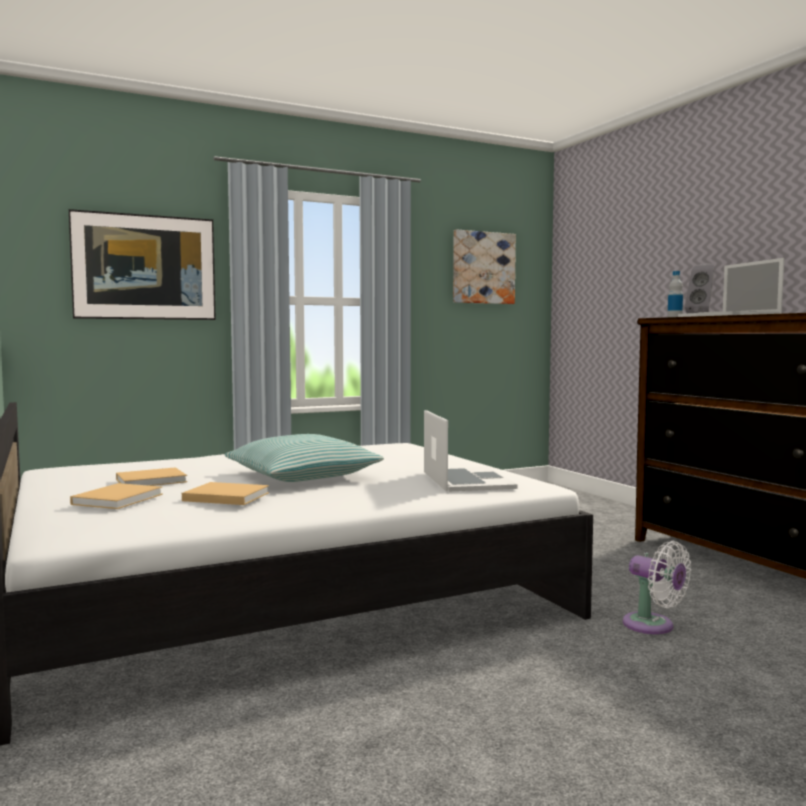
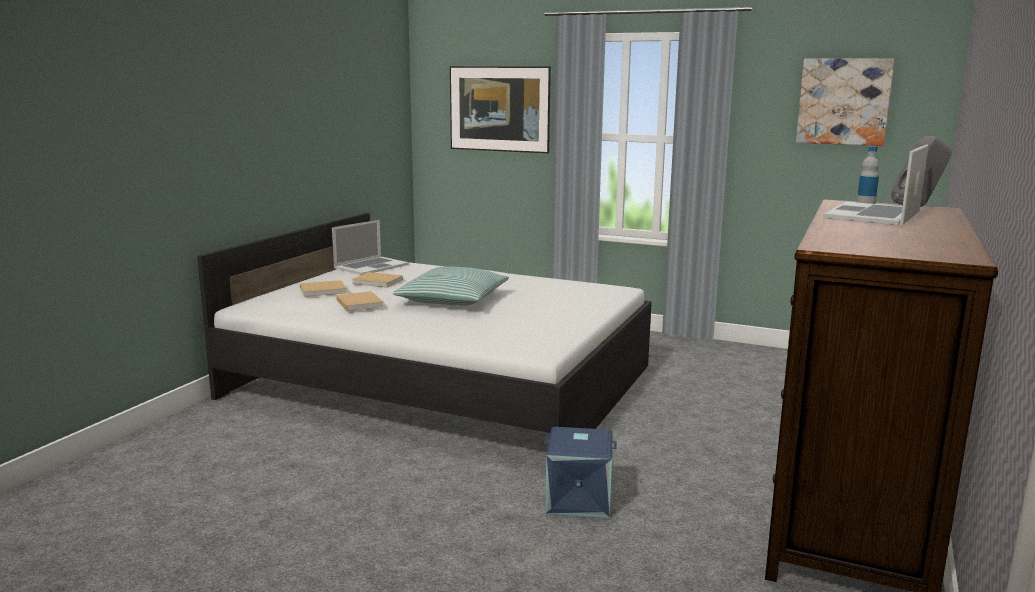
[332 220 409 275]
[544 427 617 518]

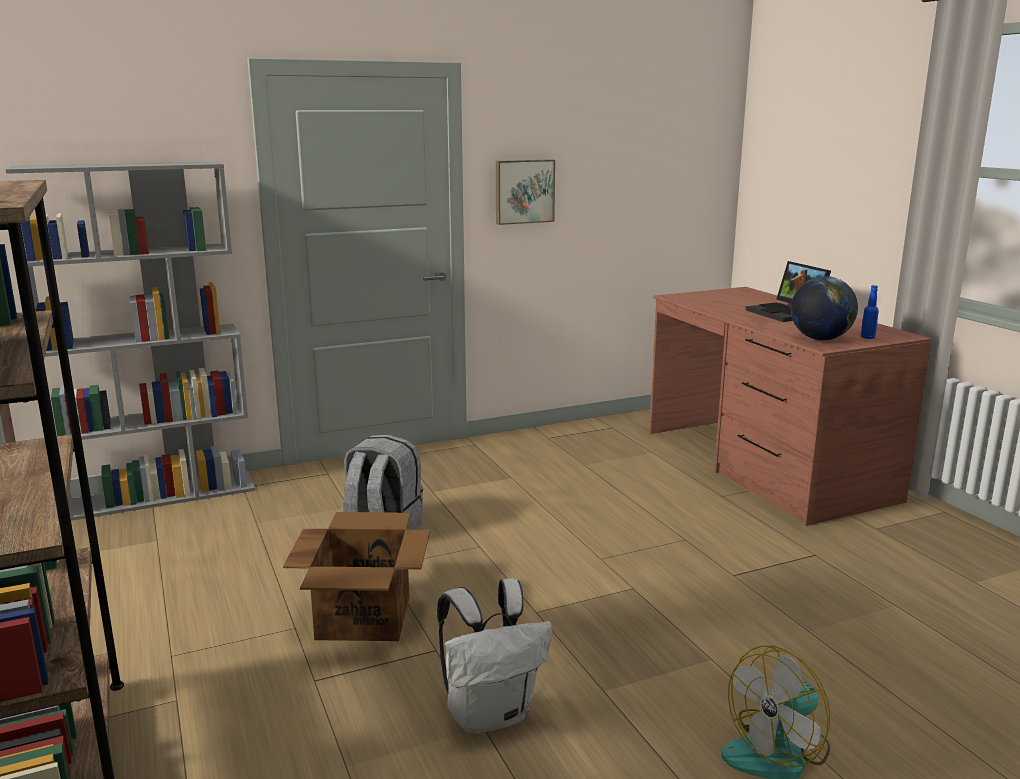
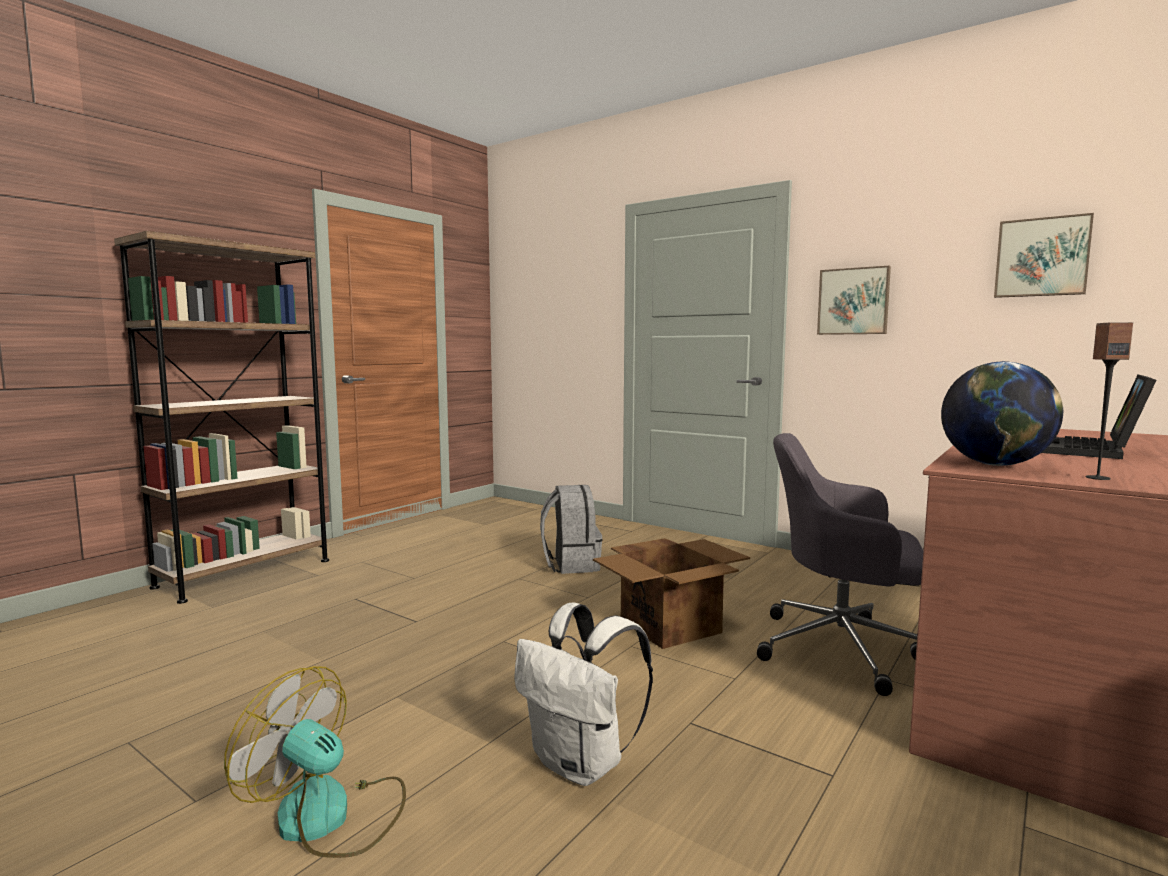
[5 161 255 521] (first image)
[1085 322 1133 480]
[593 538 750 649]
[514 602 653 786]
[994 213 1094 298]
[757 433 923 696]

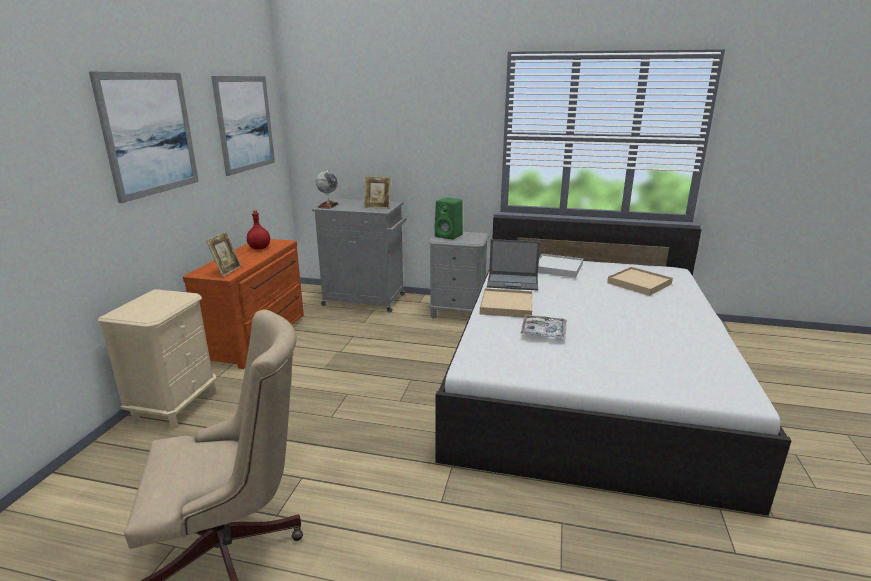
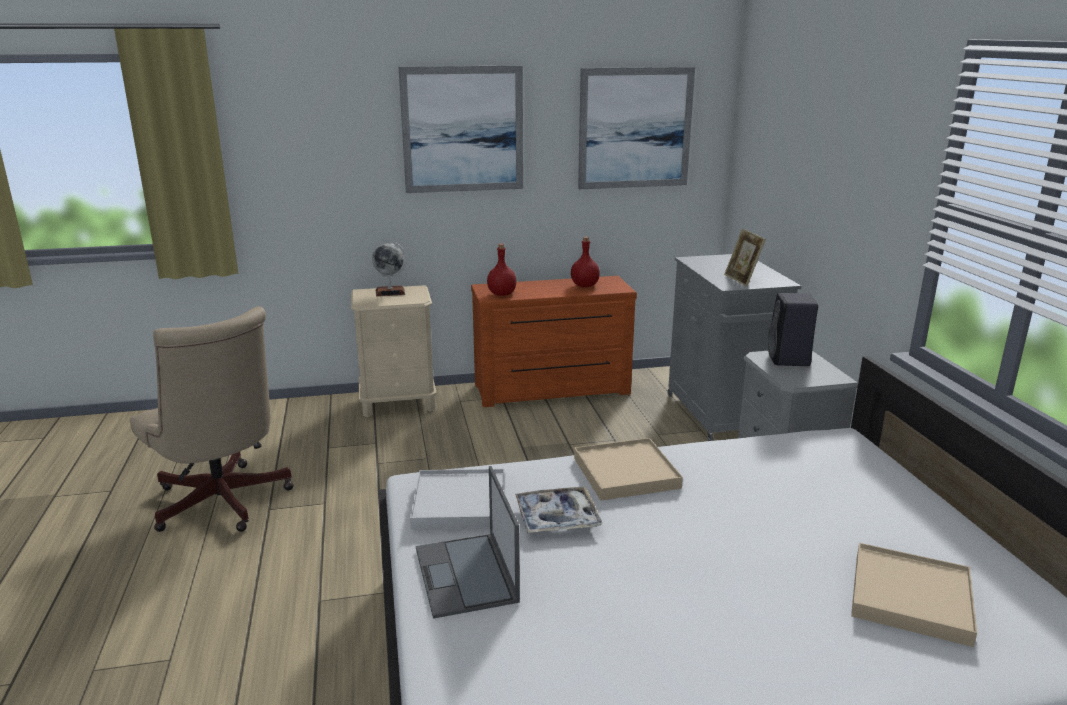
[372 242 407 296]
[768 293 818 366]
[487 244 517 296]
[416 466 520 619]
[410 469 505 530]

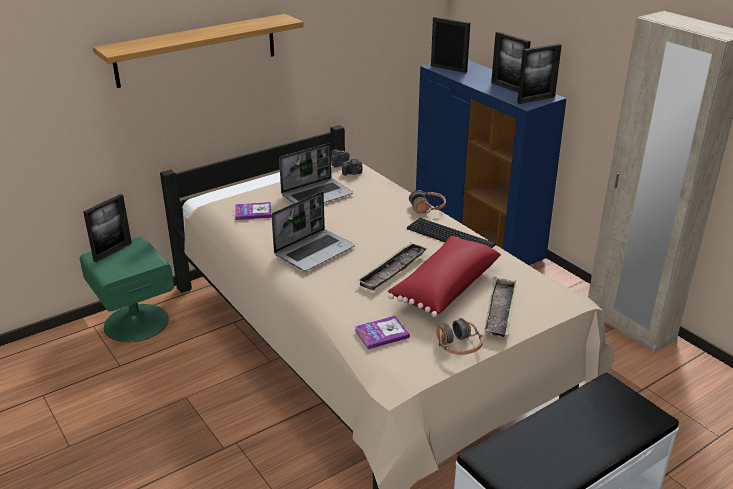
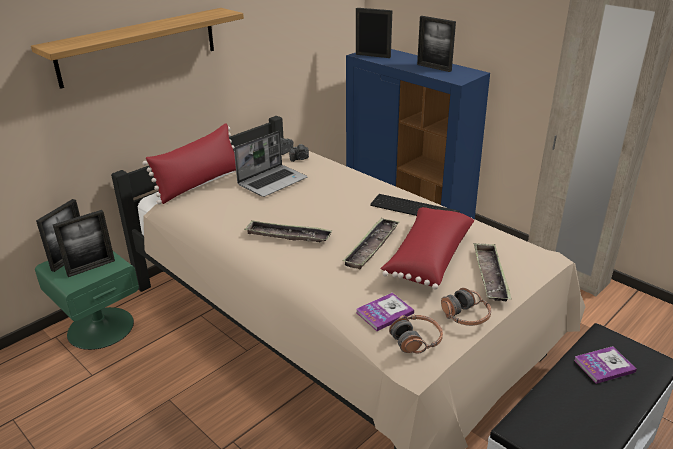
[53 210 115 277]
[389 315 443 353]
[244 221 332 242]
[574 346 637 384]
[142 123 236 204]

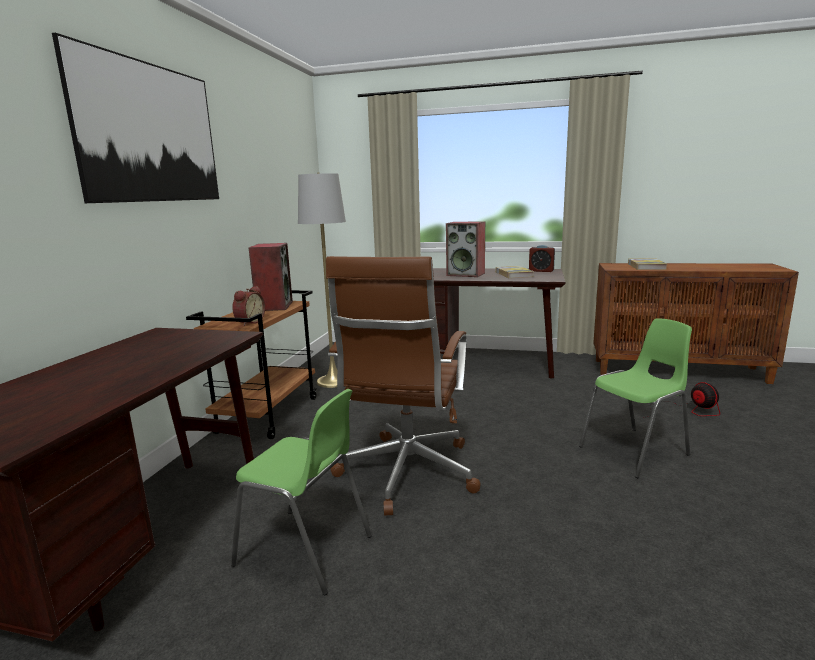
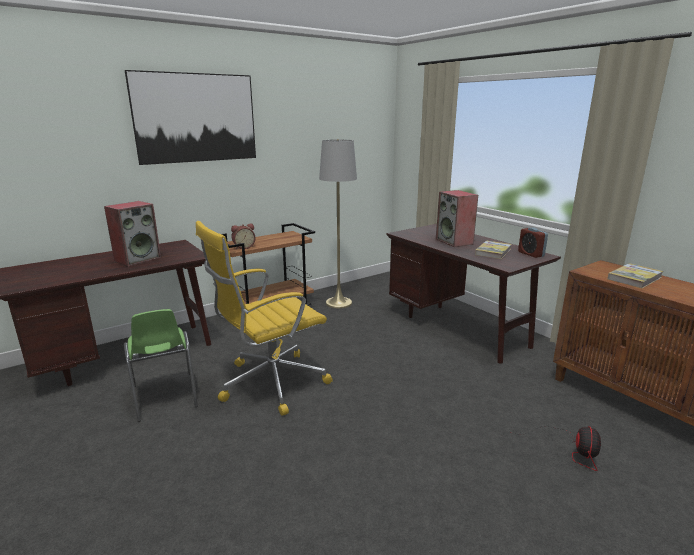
[104 201 161 267]
[196 221 333 415]
[579 319 692 478] (first image)

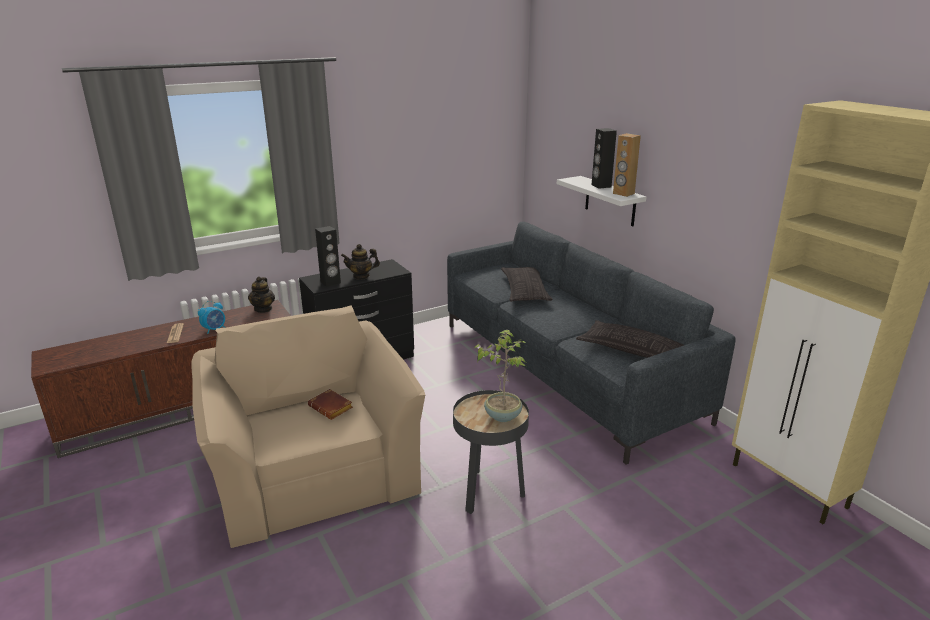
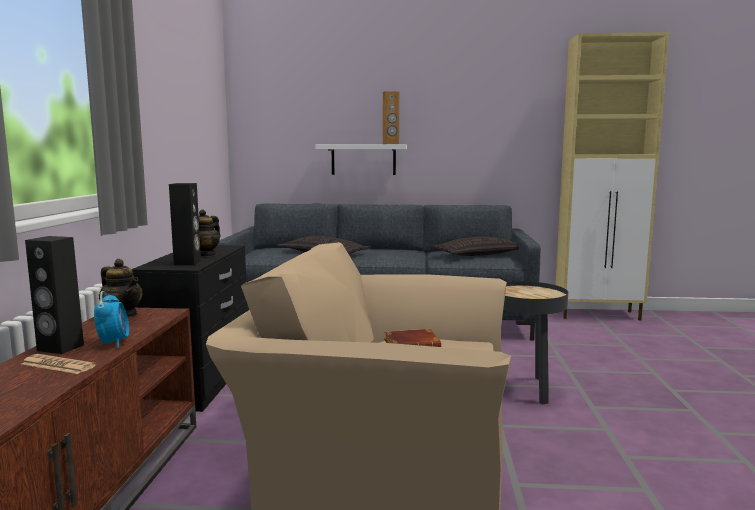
[25 236 84 354]
[473 330 526 422] (first image)

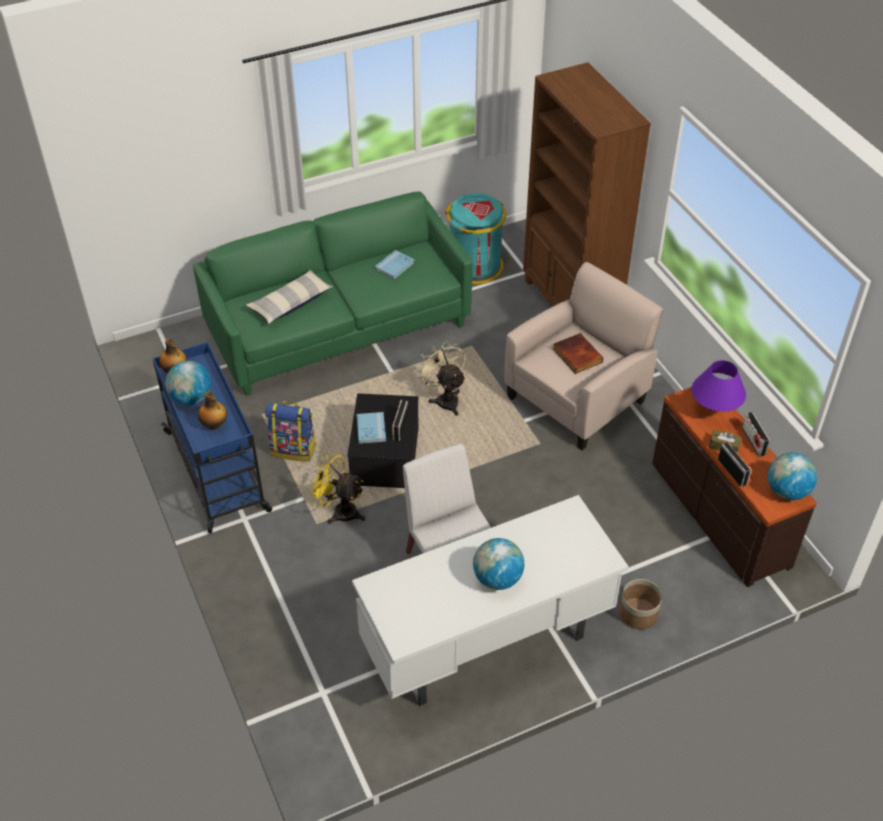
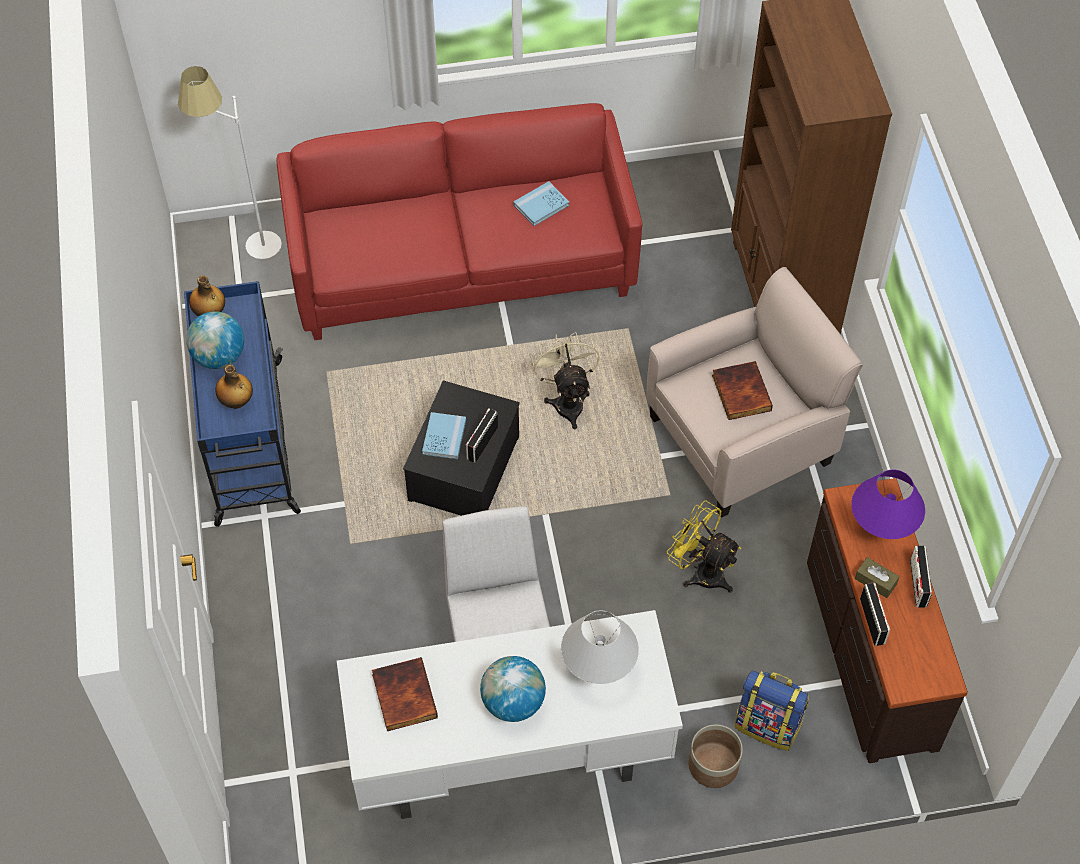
[277 103 643 340]
[445 193 506 284] (first image)
[246 270 333 324] (first image)
[735 670 809 751]
[667 501 741 593]
[768 452 817 500] (first image)
[178 66 282 260]
[561 610 639 684]
[372 657 438 731]

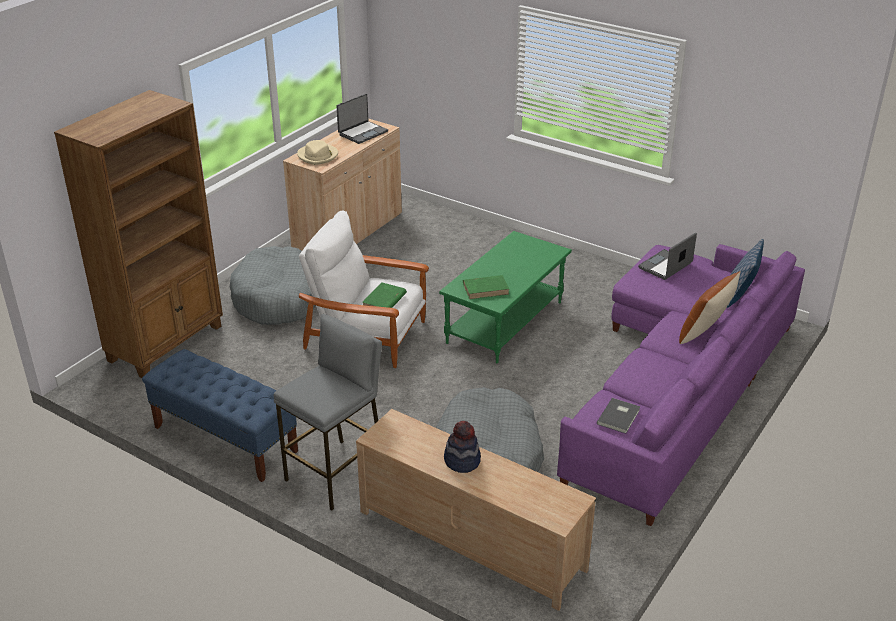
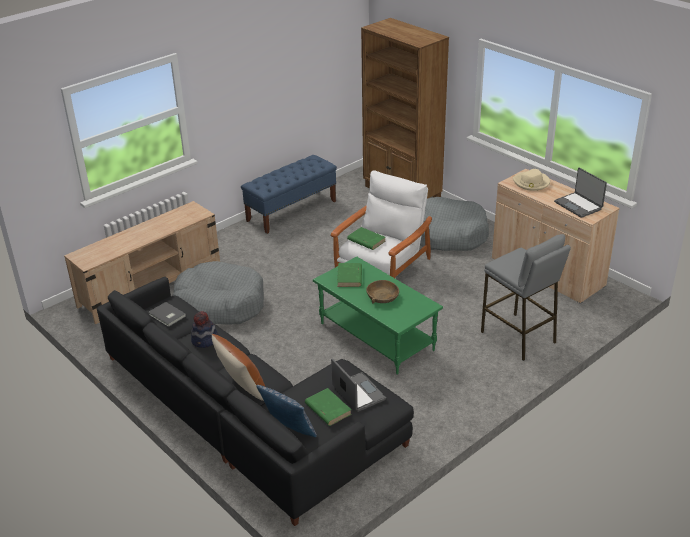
[97 277 414 526]
[481 234 571 361]
[191 311 219 348]
[366 280 399 304]
[305 388 352 426]

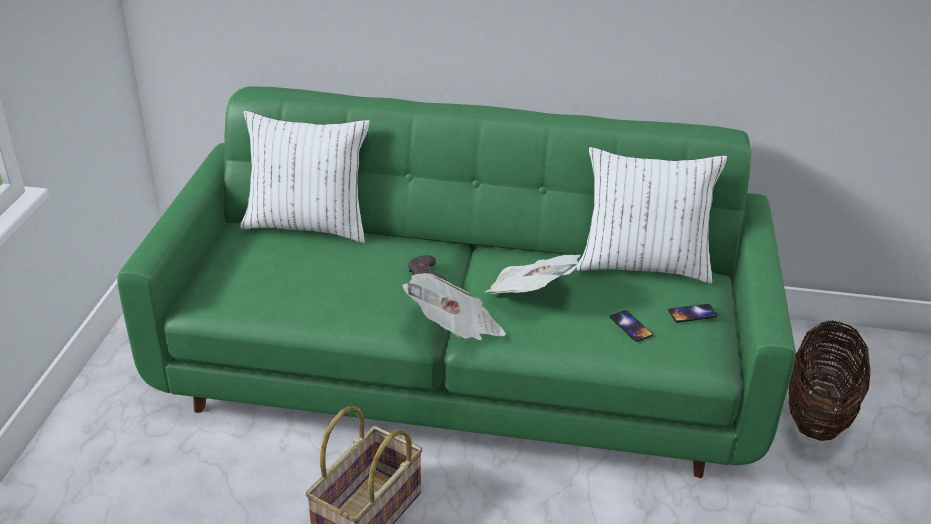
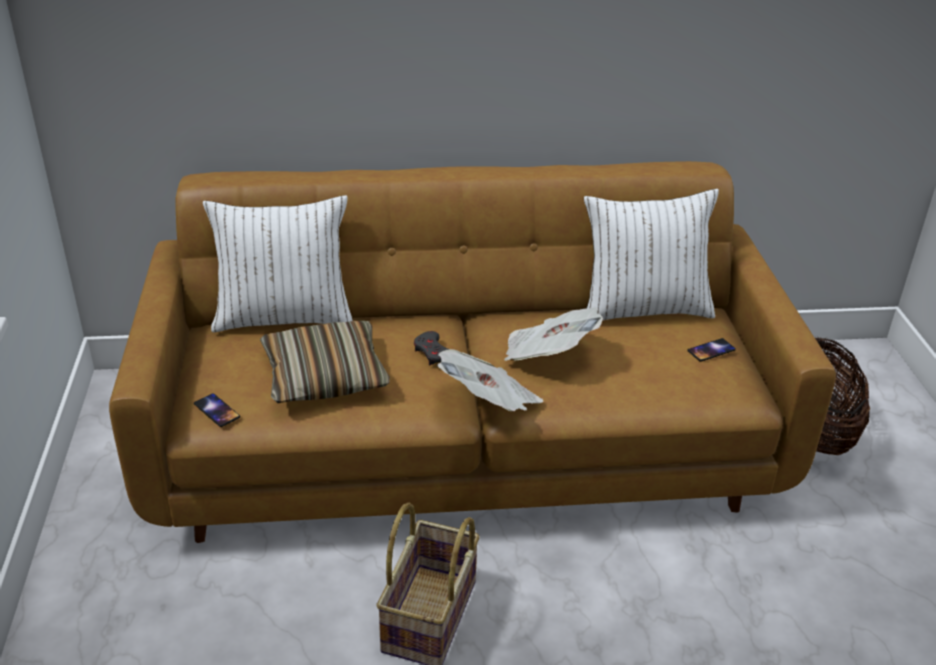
[109 161 836 543]
[194 393 240 427]
[260 321 390 403]

